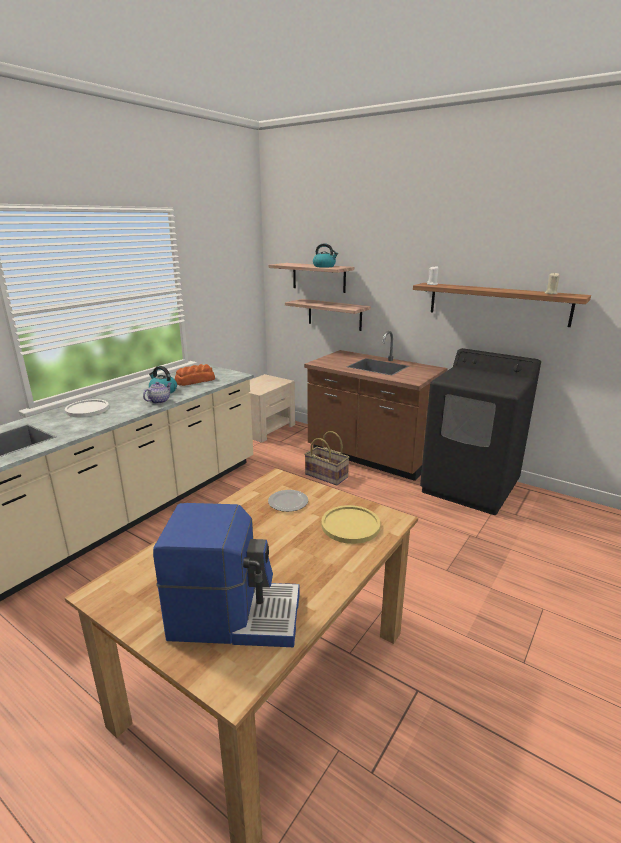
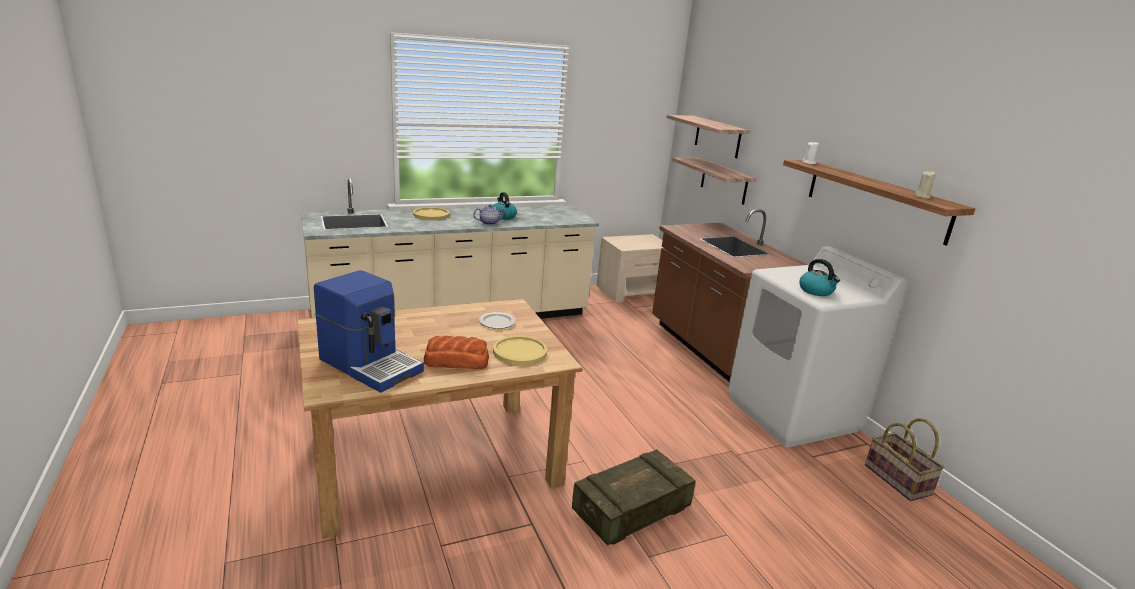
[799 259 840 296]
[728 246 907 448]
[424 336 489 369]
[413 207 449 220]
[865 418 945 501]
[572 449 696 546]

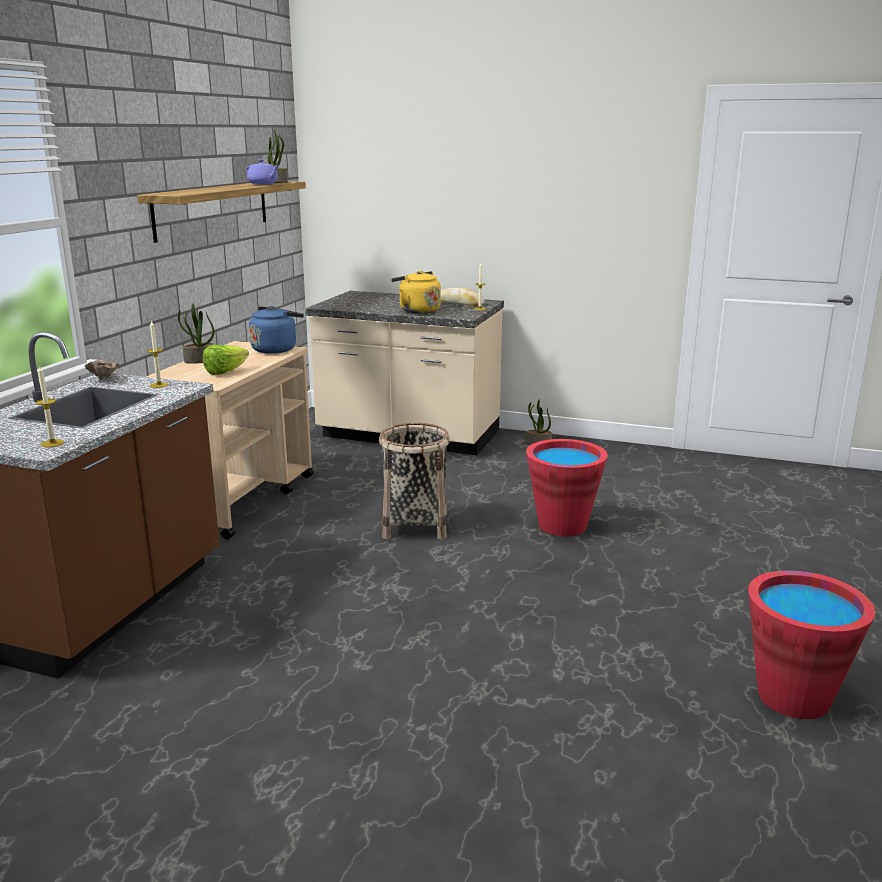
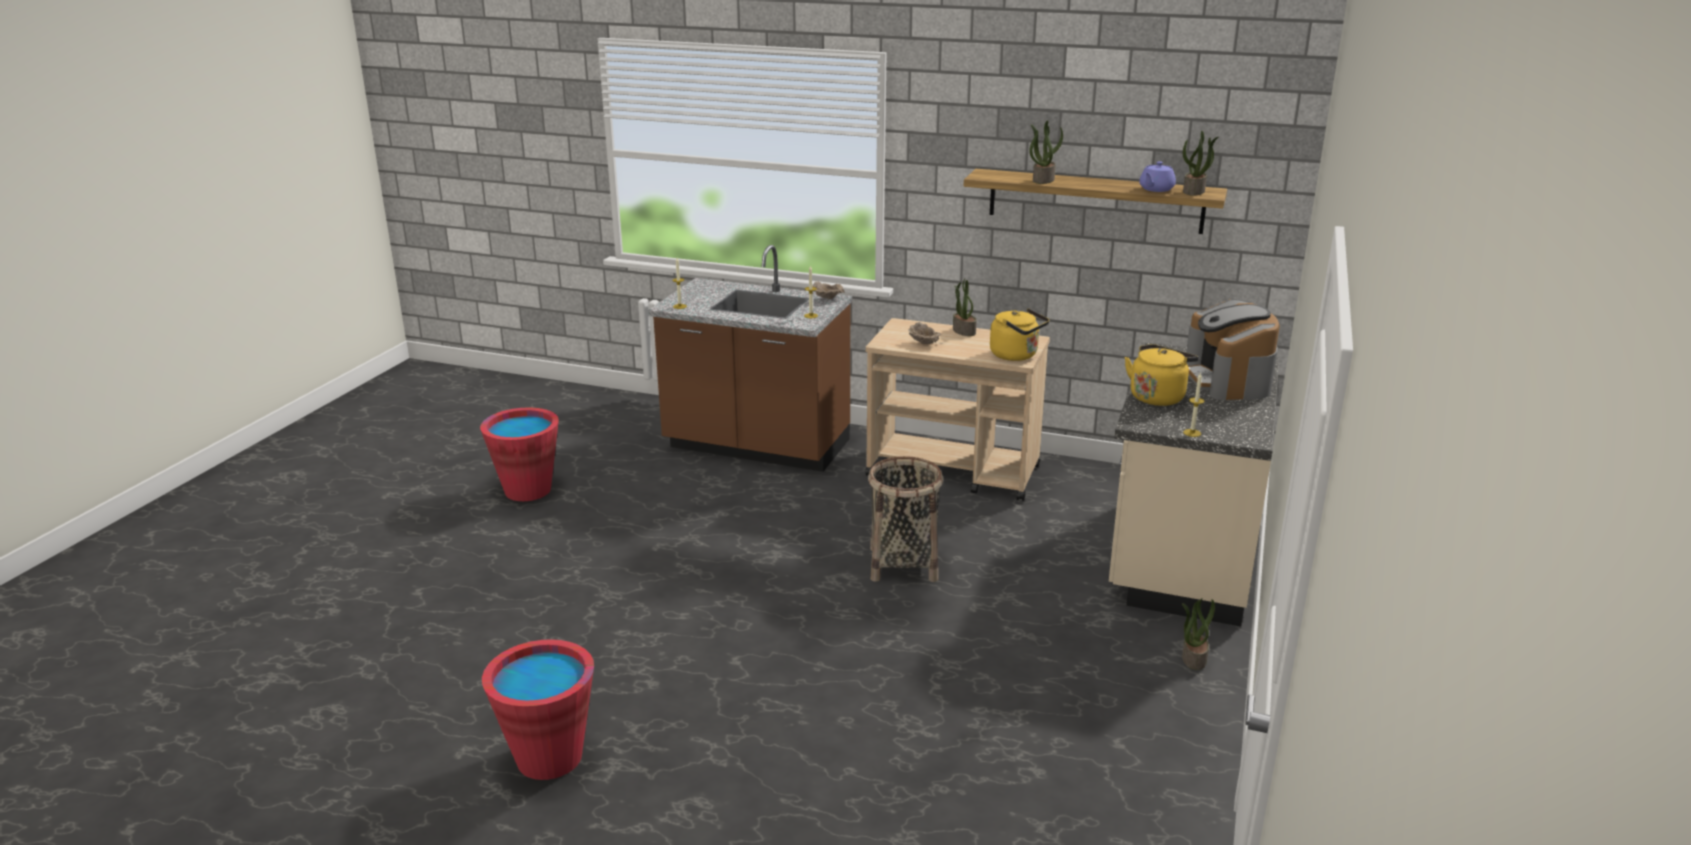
[441 287 484 306] (first image)
[990 308 1049 361]
[908 322 941 345]
[480 407 559 501]
[1029 120 1063 184]
[1186 299 1280 400]

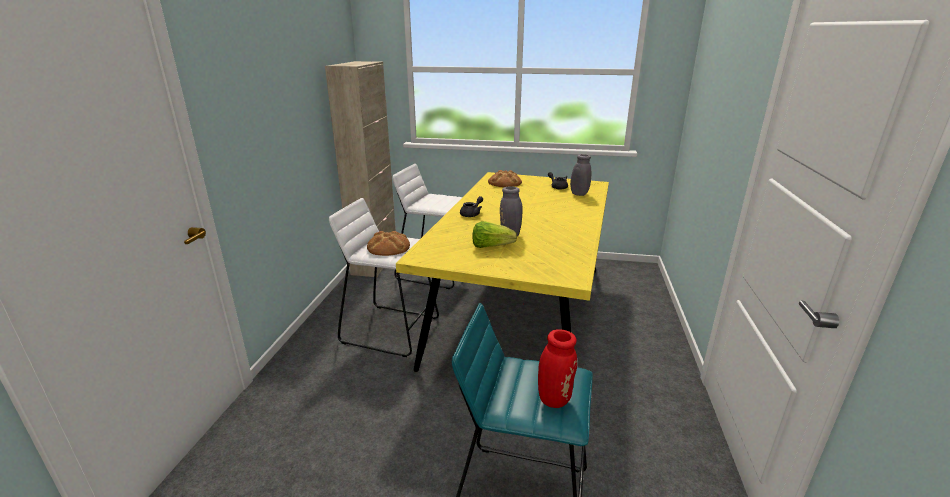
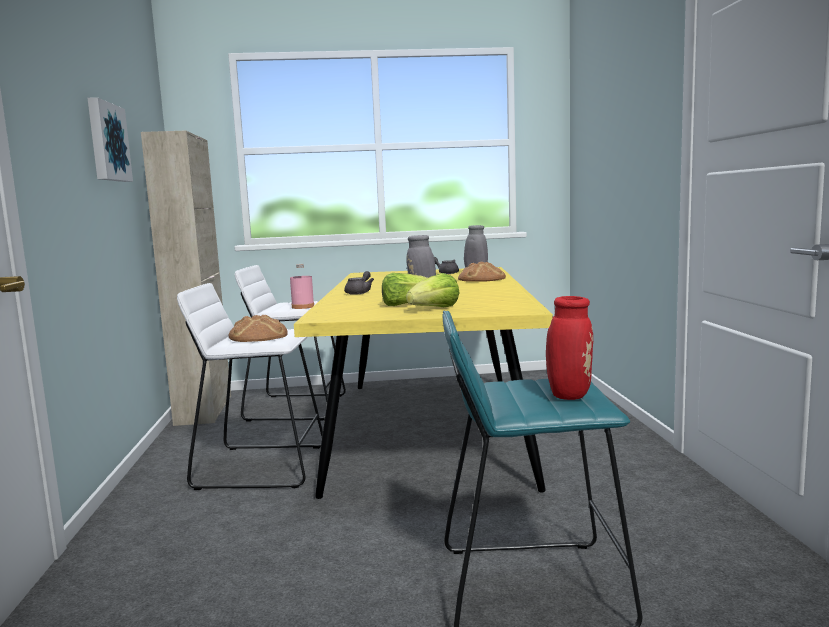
[458 262 506 282]
[87 97 133 182]
[290 264 314 309]
[406 273 460 307]

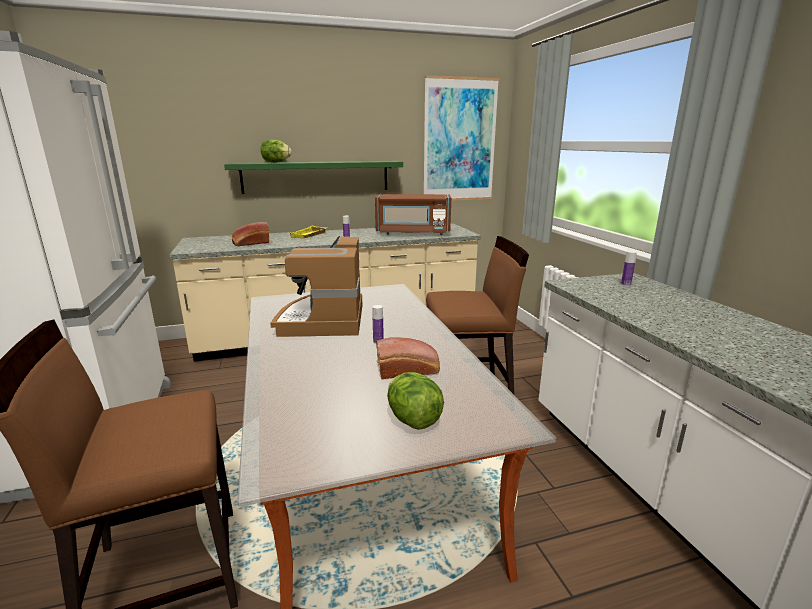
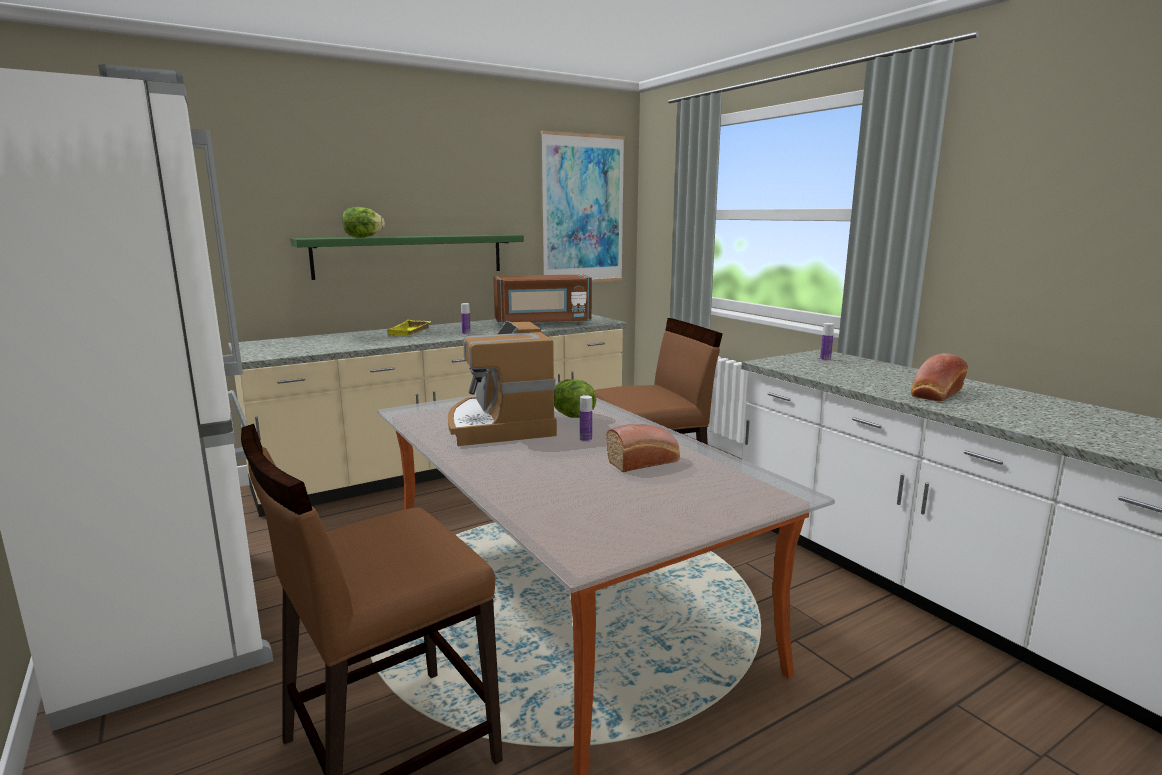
[911 353 968 401]
[554 379 596 418]

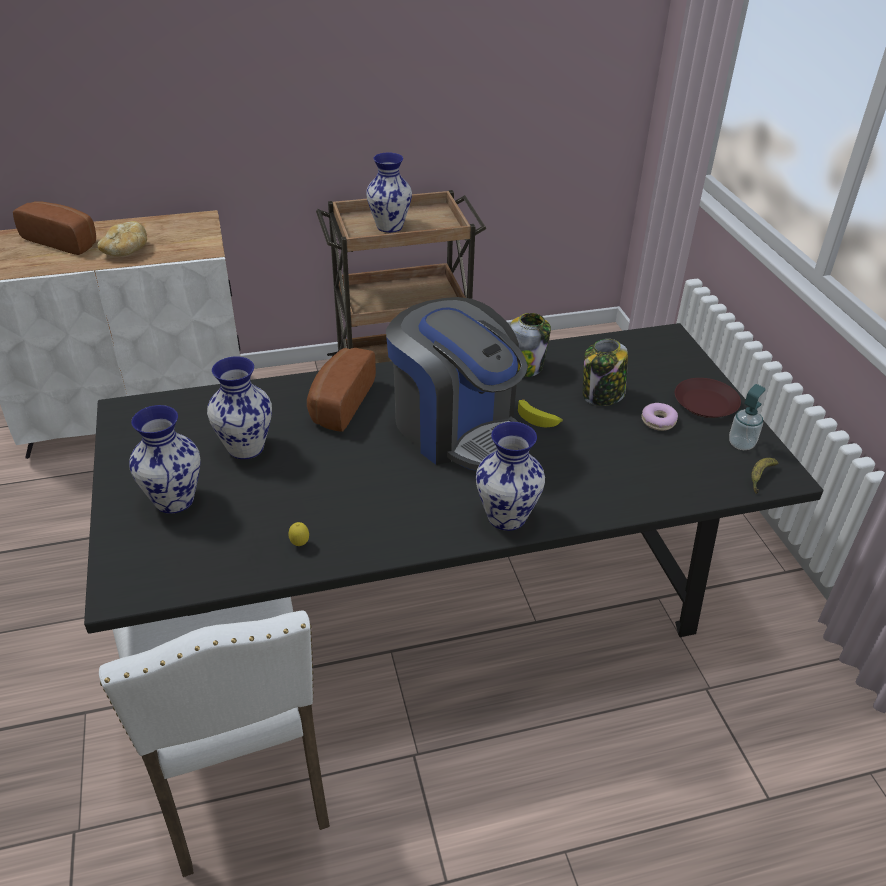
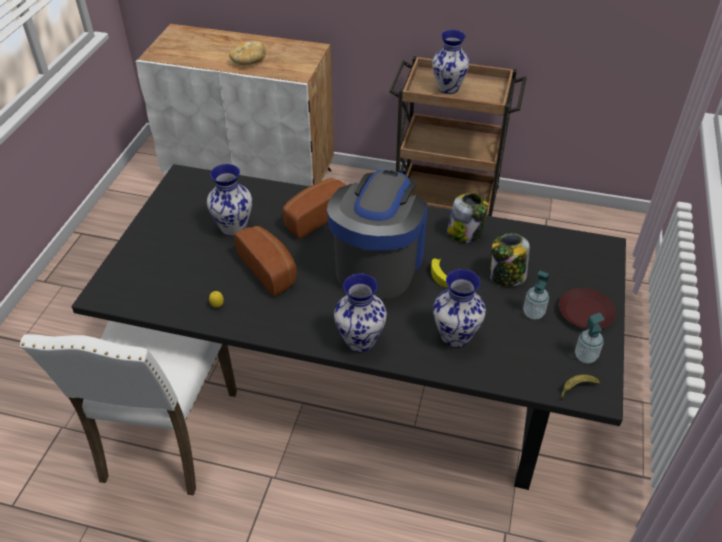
[234 226 297 296]
[327 170 428 299]
[523 271 549 319]
[433 269 486 348]

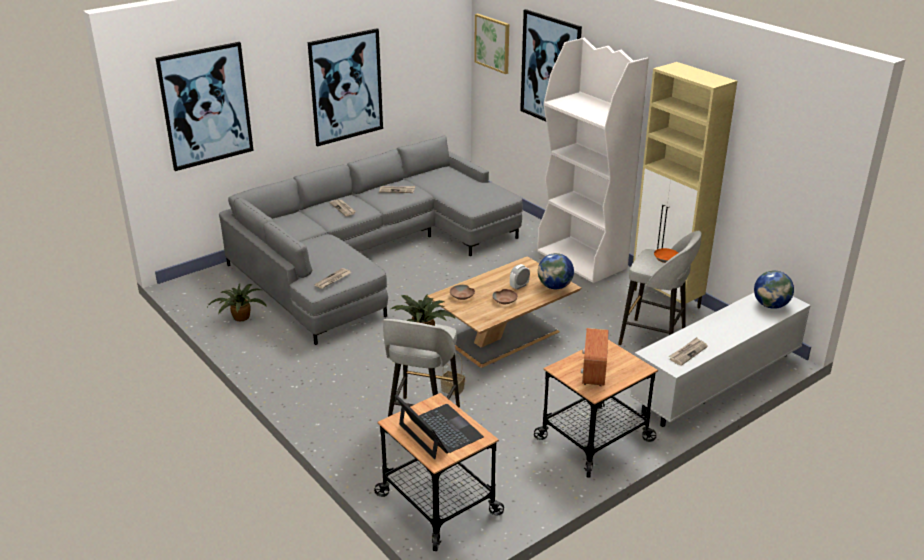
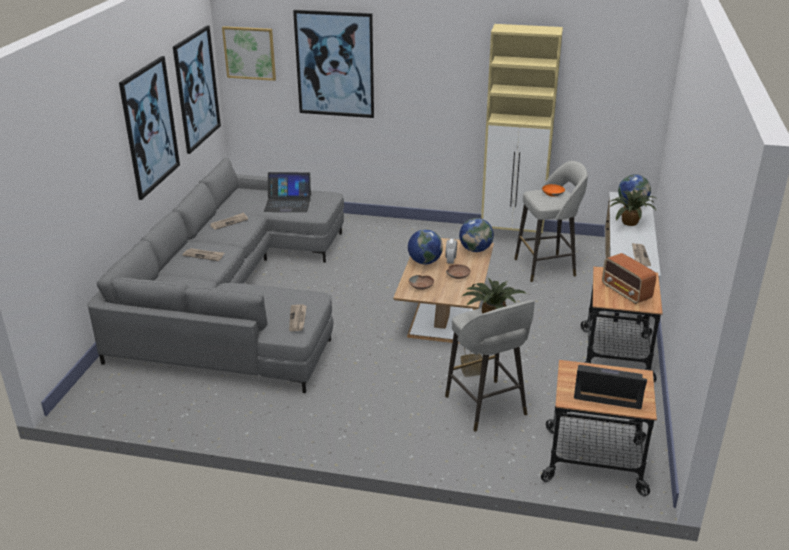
[537 38 649 283] (first image)
[173 25 221 154]
[609 190 656 226]
[264 172 311 212]
[408 229 443 264]

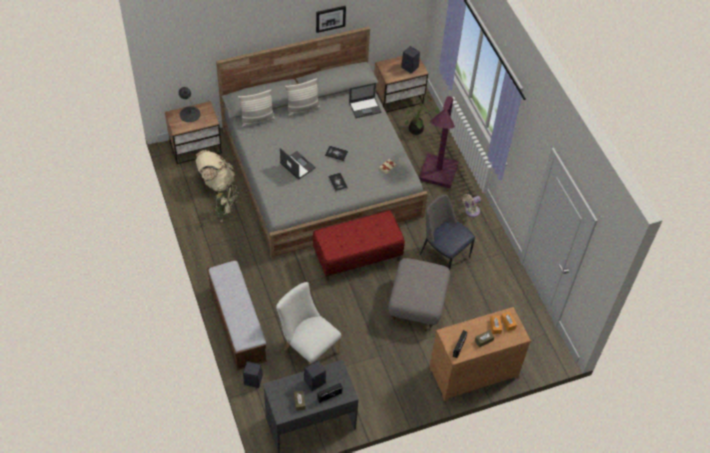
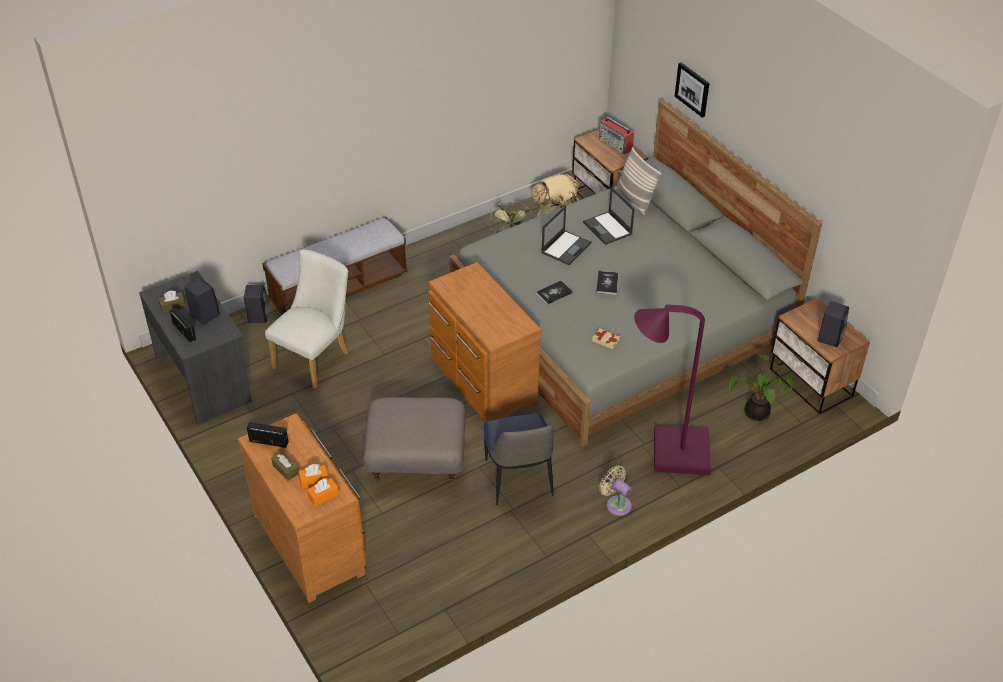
[675 62 709 118]
[285 78 321 116] (first image)
[583 187 635 245]
[599 116 634 154]
[484 413 554 505]
[428 262 541 421]

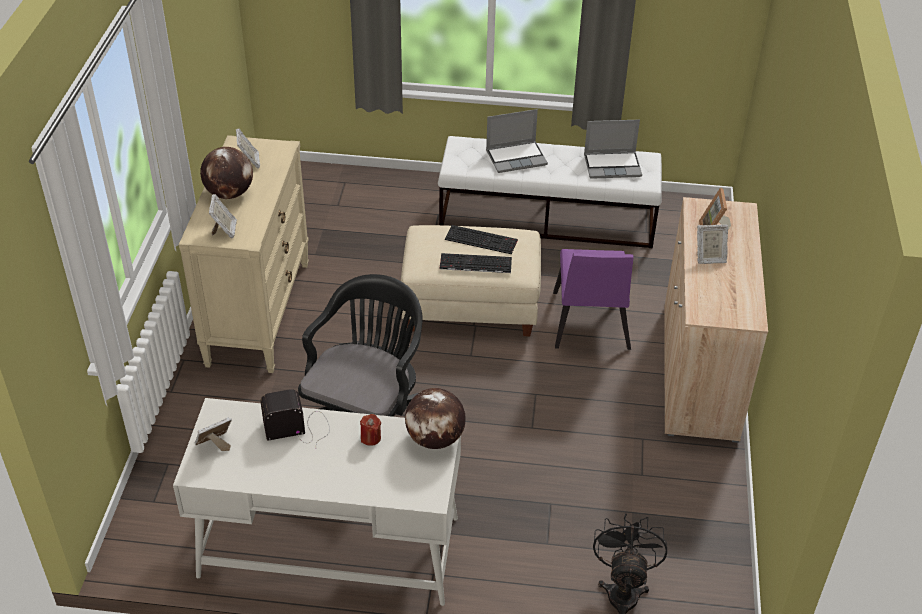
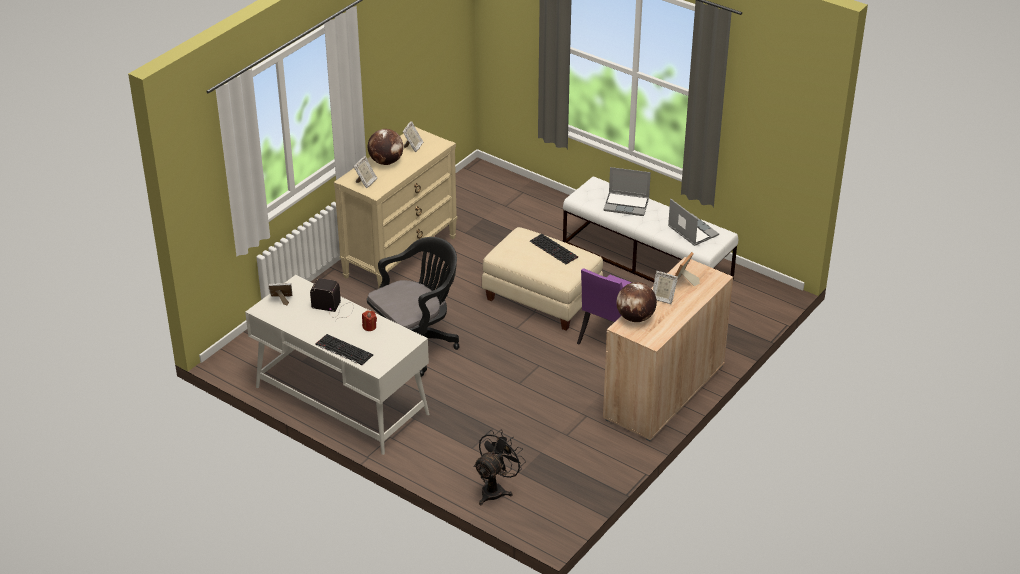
[668 199 719 246]
[315 334 373 365]
[616 282 657 322]

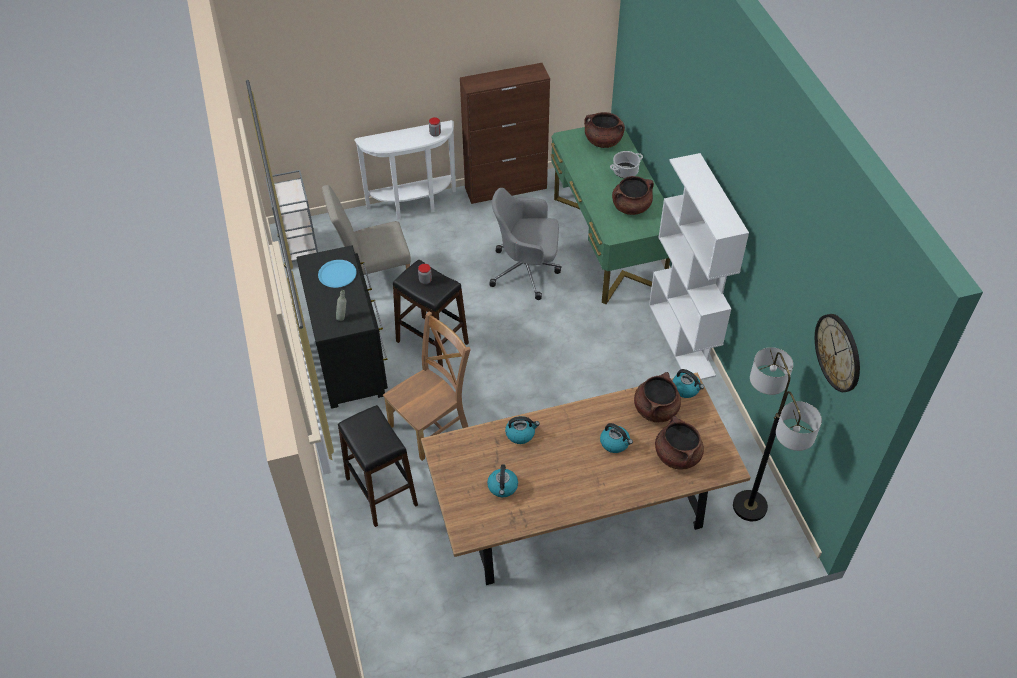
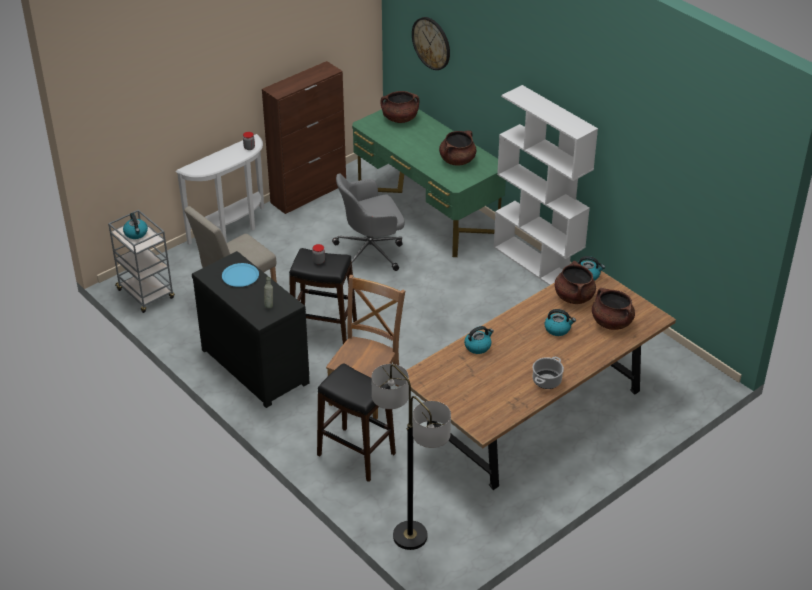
[533 357 564 389]
[412 17 450 70]
[371 364 451 550]
[123 213 148 239]

